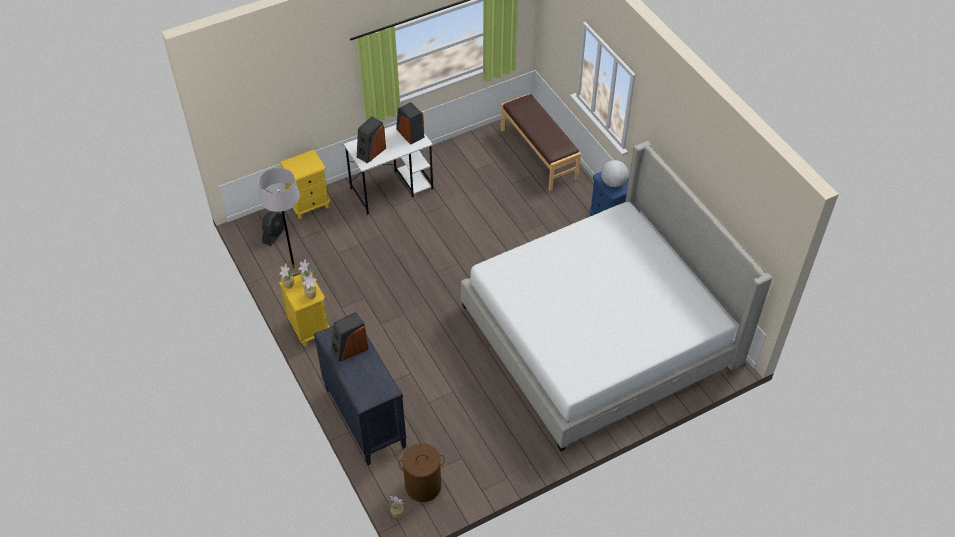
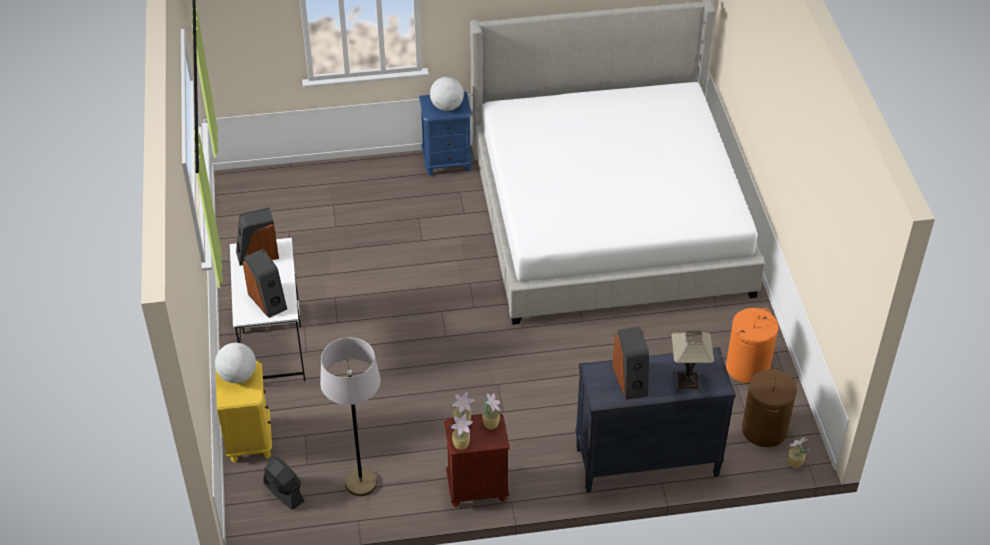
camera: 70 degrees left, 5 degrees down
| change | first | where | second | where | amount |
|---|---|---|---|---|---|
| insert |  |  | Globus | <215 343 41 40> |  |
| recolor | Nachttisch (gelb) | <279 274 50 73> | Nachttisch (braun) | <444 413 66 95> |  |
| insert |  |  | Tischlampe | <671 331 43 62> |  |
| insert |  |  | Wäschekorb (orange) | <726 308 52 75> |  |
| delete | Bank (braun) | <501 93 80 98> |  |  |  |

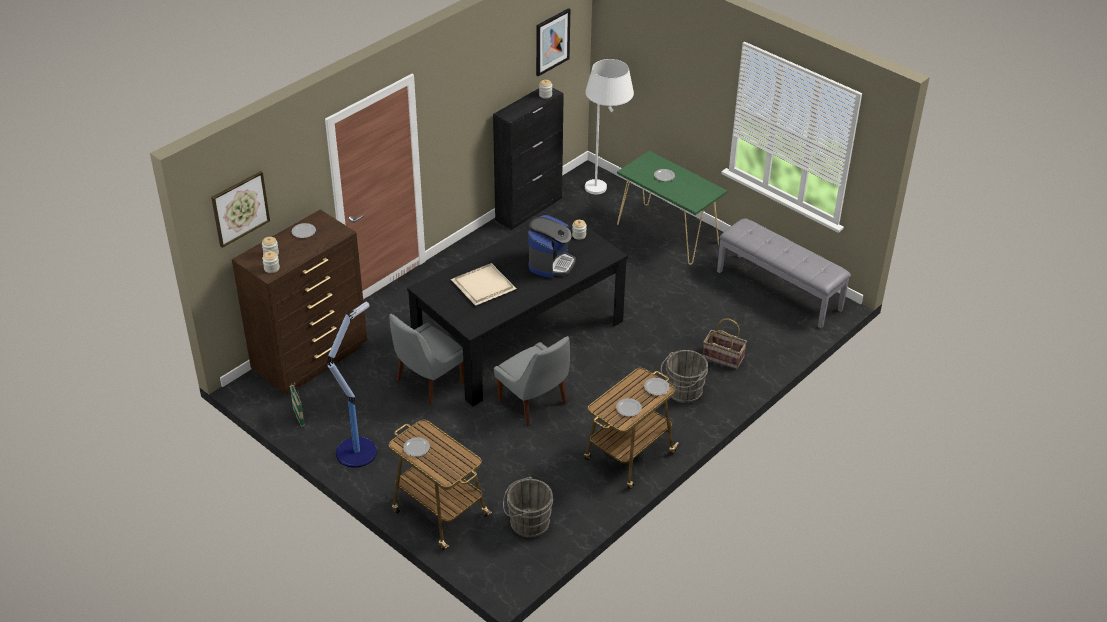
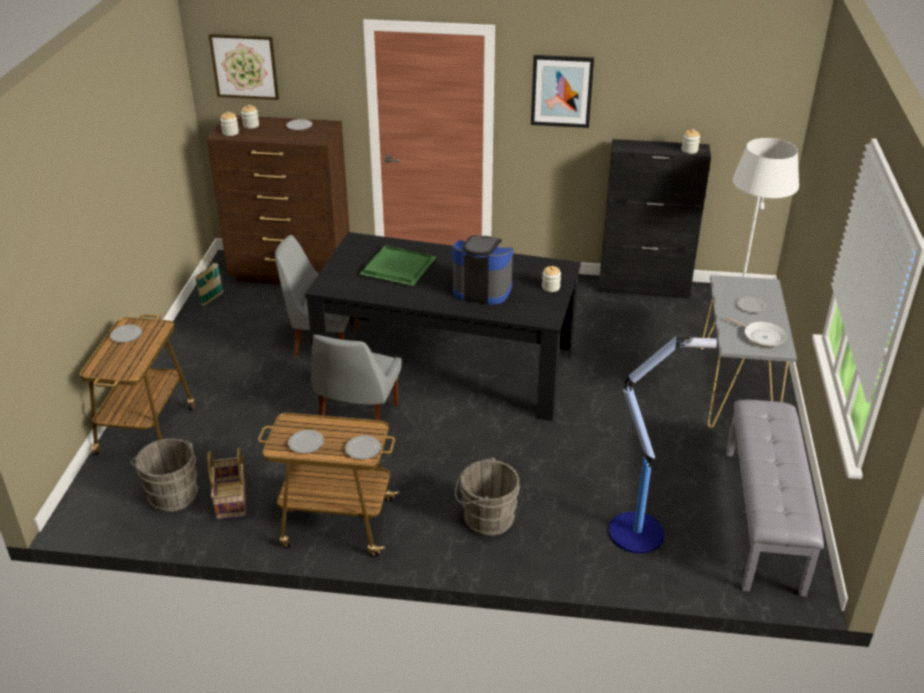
camera: 55 degrees right, 5 degrees down
| change | first | where | second | where | amount |
|---|---|---|---|---|---|
| move | Korb | <703 318 44 51> |  | <207 448 39 72> |  |
| recolor | Tablett (beige) | <451 263 66 43> | Tablett (grün) | <360 245 76 41> |  |
| rotate | Kaffeemaschine | <528 215 48 63> |  | <452 235 61 70> | 150 degrees counterclockwise |
| move | Bild | <536 8 34 68> |  | <531 55 63 73> |  |
| move | Stehlampe | <327 301 50 167> |  | <608 336 109 217> |  |
| recolor | Konsolentisch (grün) | <617 151 111 114> | Konsolentisch (grau) | <700 275 97 153> |  |
| insert |  |  | Pfanne | <726 317 61 30> |  |

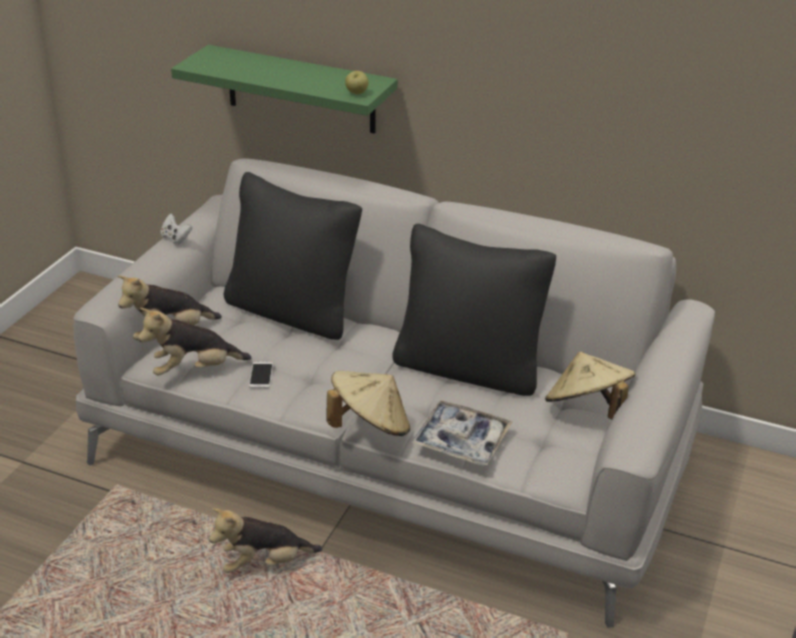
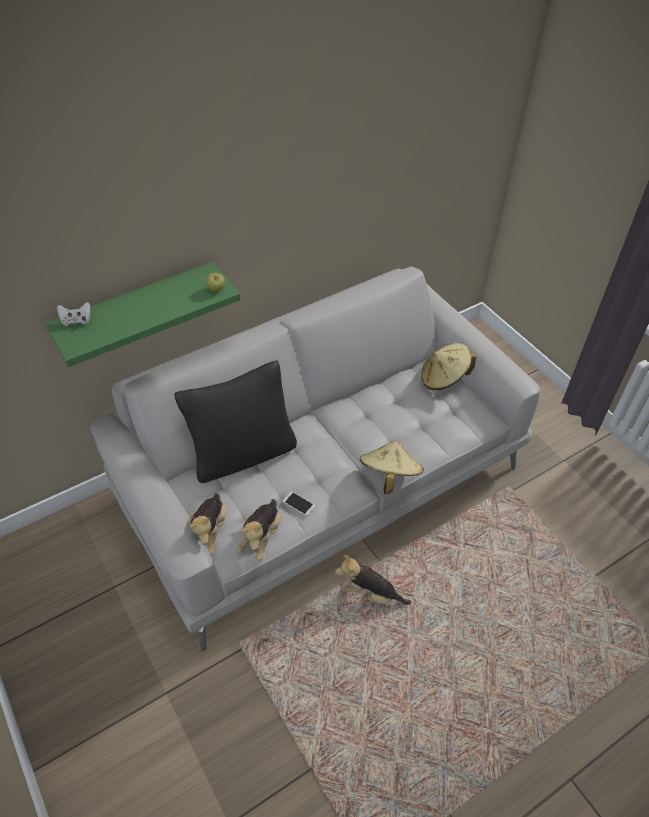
camera: 55 degrees left, 15 degrees up
| change | first | where | second | where | amount |
|---|---|---|---|---|---|
| move | Gamepad (weiß) | <160 214 32 31> |  | <57 302 33 24> |  |
| rotate | Plüschtier | <209 508 113 65> |  | <335 554 76 51> | 90 degrees clockwise |
| delete | Kissen (schwarz) | <392 224 164 172> |  |  |  |
| delete | Tablett | <411 401 102 65> |  |  |  |

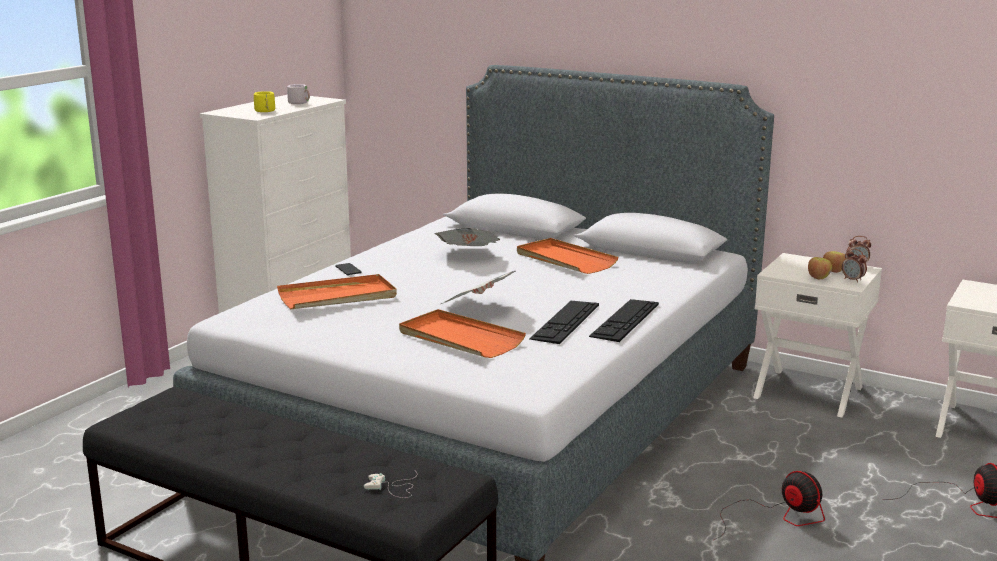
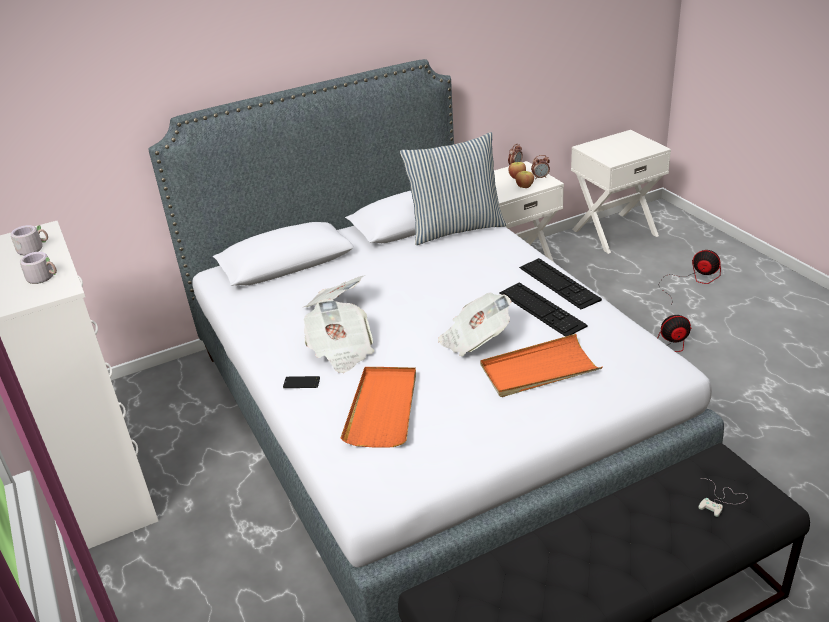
camera: 55 degrees left, 15 degrees up
| change | first | where | second | where | amount |
|---|---|---|---|---|---|
| recolor | Henkelbecher (gelb) | <254 91 22 21> | Henkelbecher (grau) | <20 252 37 32> |  |
| insert |  |  | Zeitung | <304 299 70 74> |  |
| insert |  |  | Kissen | <400 132 106 113> |  |
| delete | Tablett (orange) | <517 238 101 36> |  |  |  |

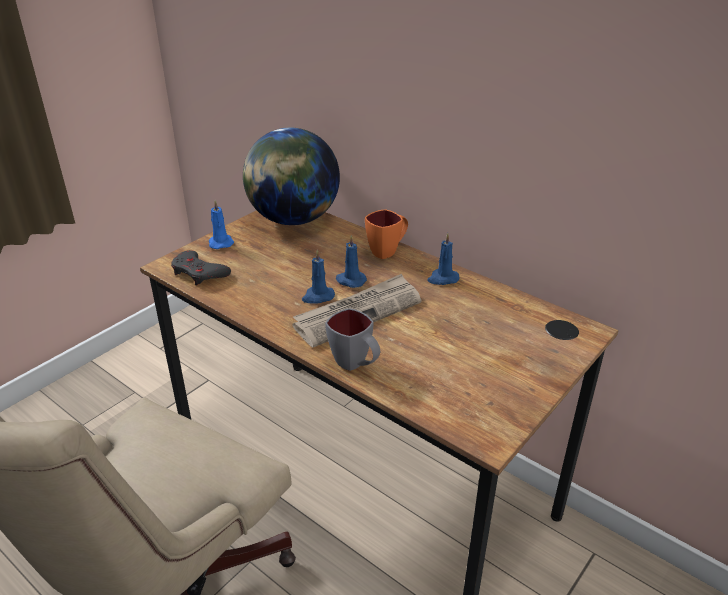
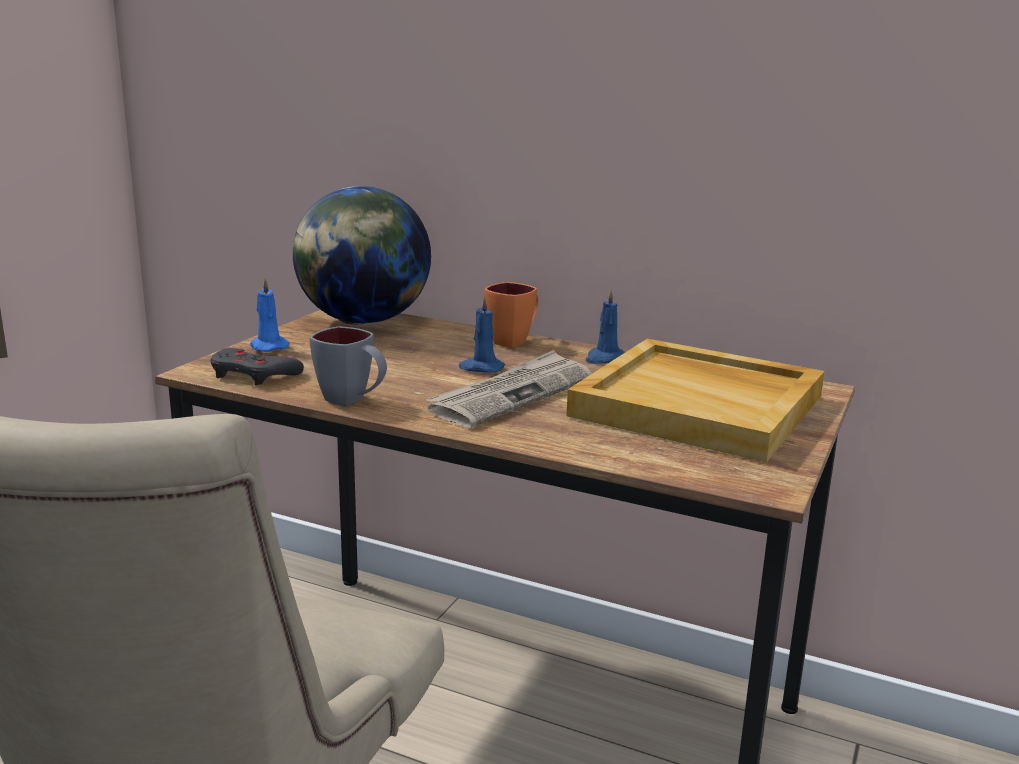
camera: 15 degrees left, 15 degrees down
| change | first | where | second | where | amount |
|---|---|---|---|---|---|
| move | Henkelbecher (grau) | <325 308 55 63> |  | <310 327 77 79> |  |
| insert |  |  | Tablett (beige) | <566 339 258 124> |  |
| delete | Kerze (blau) | <302 250 33 54> |  |  |  |

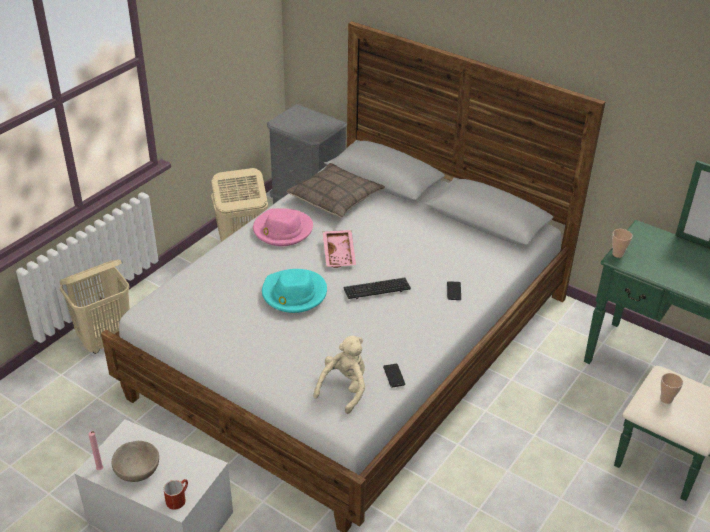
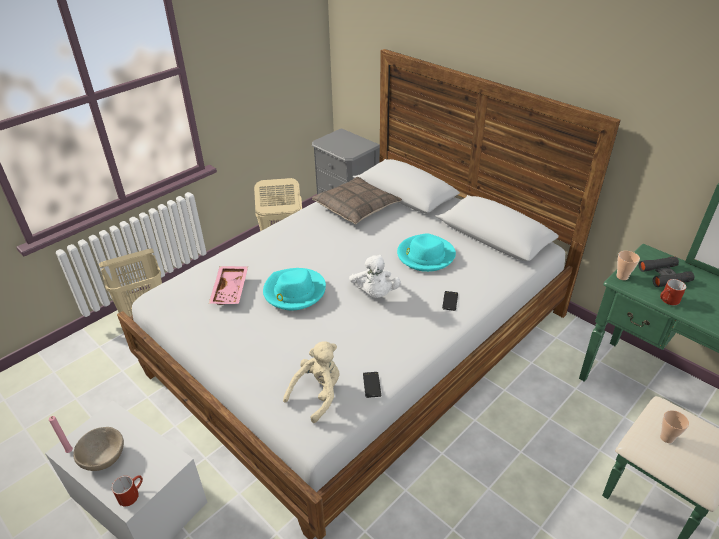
camera: 10 degrees right, 0 degrees up
| change | first | where | second | where | amount |
|---|---|---|---|---|---|
| move | Tablett (rosa) | <323 230 33 38> |  | <209 266 39 39> |  |
| replace | Tastatur | <343 278 68 21> | Plüschtier (weiß) | <349 255 52 43> |  |
| insert |  |  | Hut (türkis) | <397 233 59 39> |  |
| insert |  |  | Fernglas (schwarz) | <639 257 55 30> |  |
| insert |  |  | Henkelbecher (rot) | <660 279 26 26> |  |
| delete | Hut (rosa) | <253 208 60 38> |  |  |  |

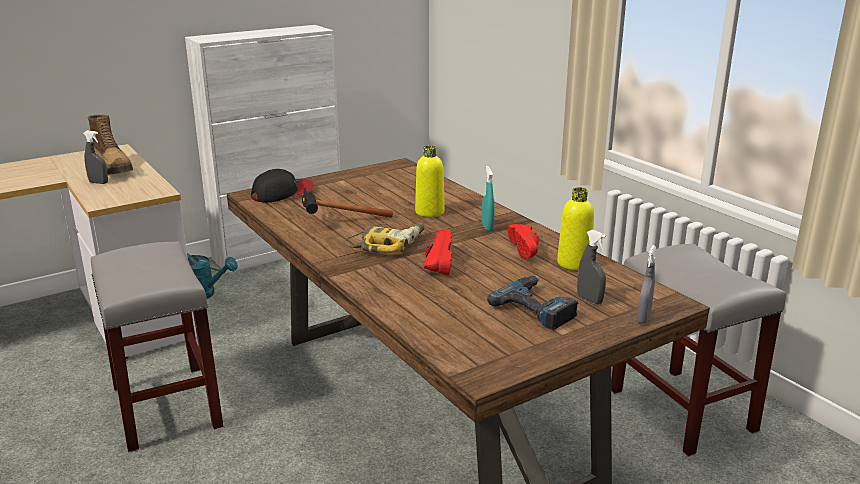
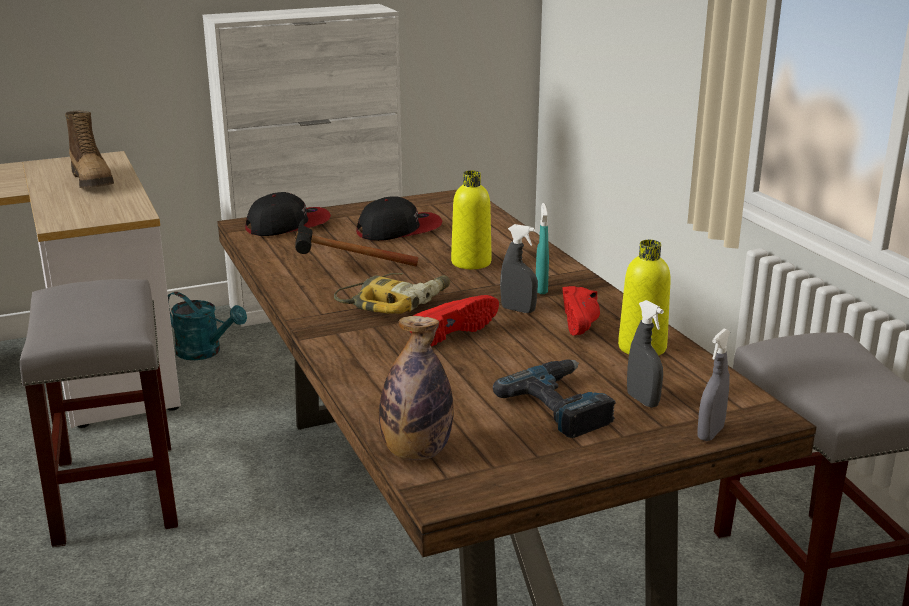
camera: 10 degrees right, 0 degrees up
| change | first | where | second | where | amount |
|---|---|---|---|---|---|
| insert |  |  | Kappe | <356 196 86 45> |  |
| insert |  |  | Flasche | <379 316 75 144> |  |
| rotate | Schuh (rot) | <424 229 28 46> |  | <410 295 89 52> | 45 degrees clockwise |
| move | Sprühflasche (grau) | <83 131 25 53> |  | <500 224 38 89> |  |

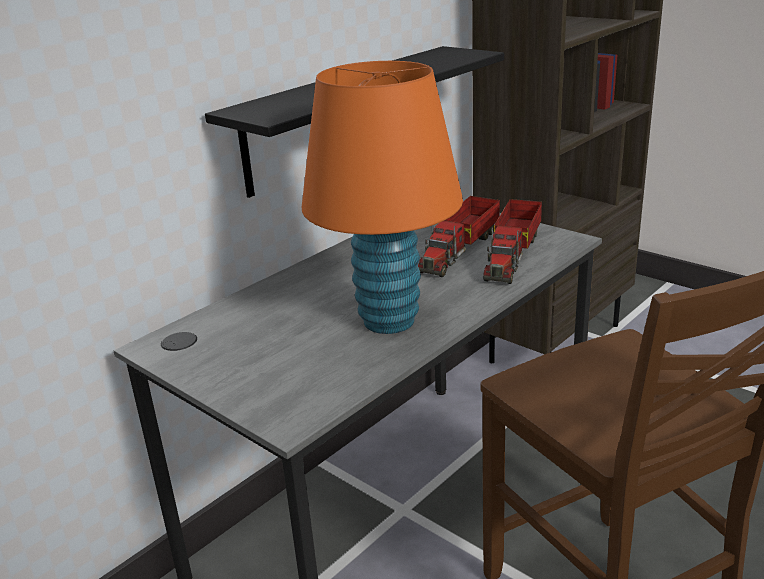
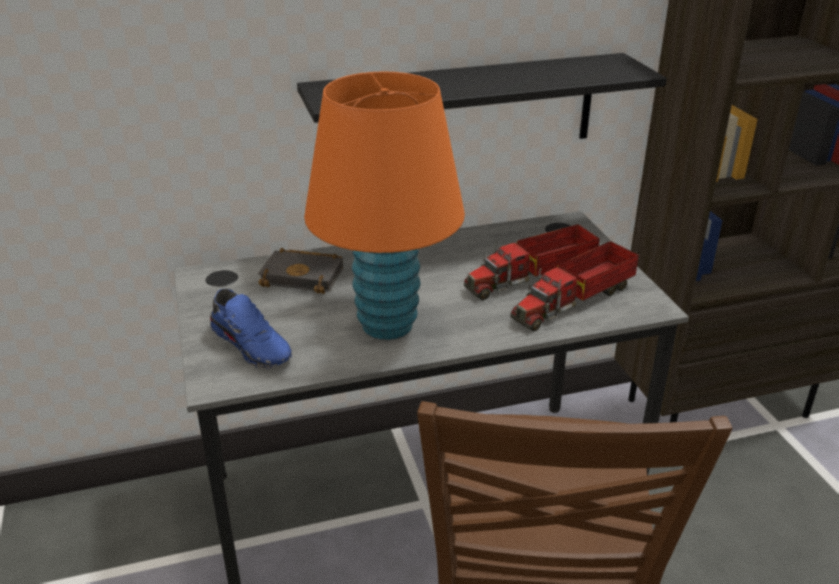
camera: 30 degrees right, 5 degrees up
| change | first | where | second | where | amount |
|---|---|---|---|---|---|
| insert |  |  | Schuh (blau) | <210 289 82 80> |  |
| insert |  |  | Buch (schwarz) | <258 248 85 46> |  |

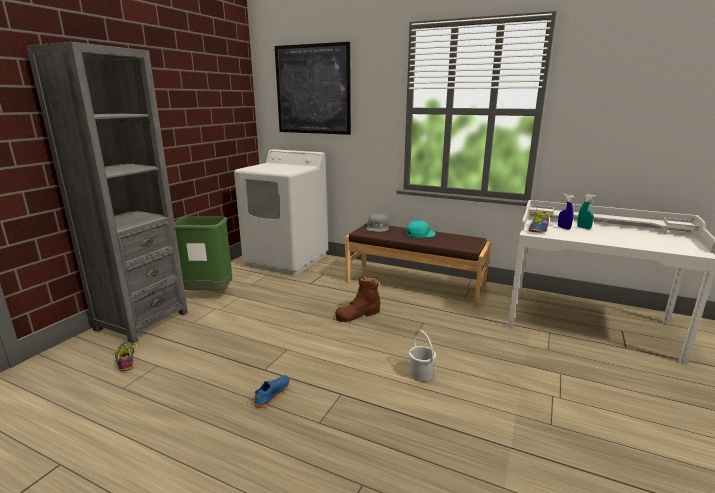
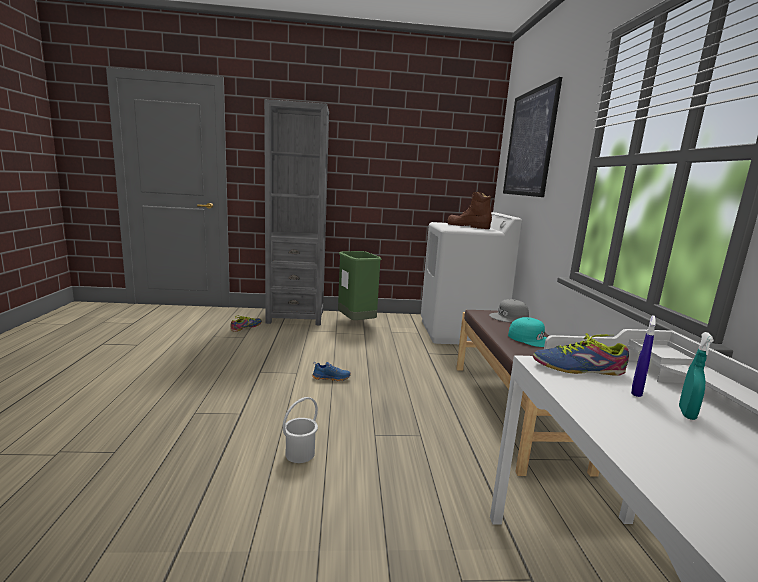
camera: 60 degrees right, 5 degrees down
| change | first | where | second | where | amount |
|---|---|---|---|---|---|
| move | Schuh (blau) | <254 375 35 33> |  | <312 362 39 19> |  |
| move | Stiefel (braun) | <335 276 45 46> |  | <448 192 45 37> |  |

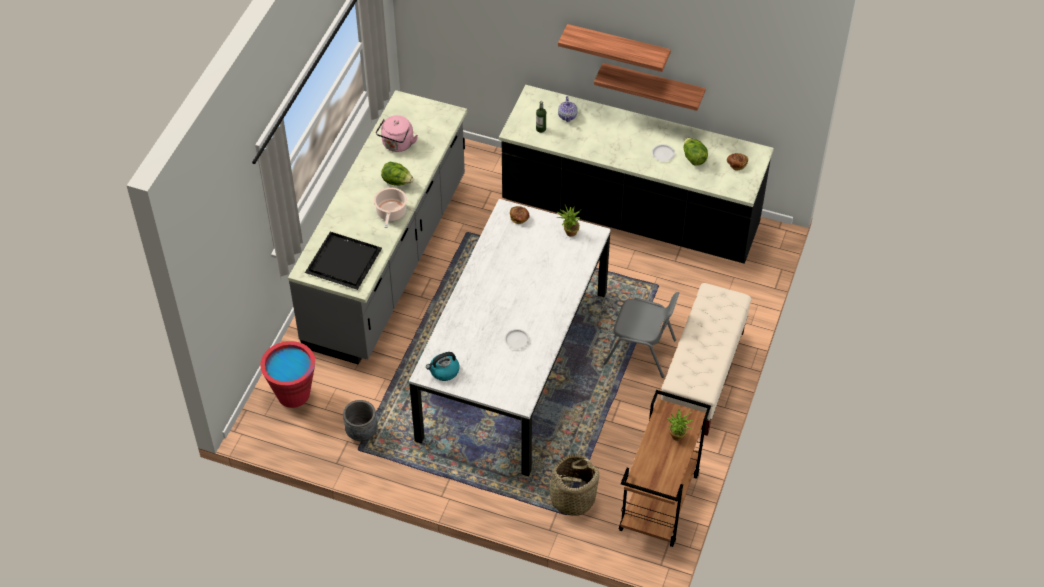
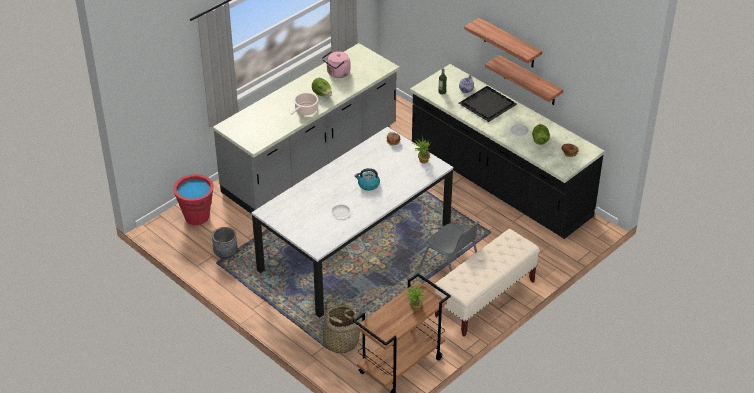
camera: 25 degrees right, 10 degrees down
| change | first | where | second | where | amount |
|---|---|---|---|---|---|
| move | Wasserkessel | <426 352 33 29> |  | <355 168 25 23> |  |
| move | Tablett (schwarz) | <305 232 77 58> |  | <459 86 58 36> |  |

